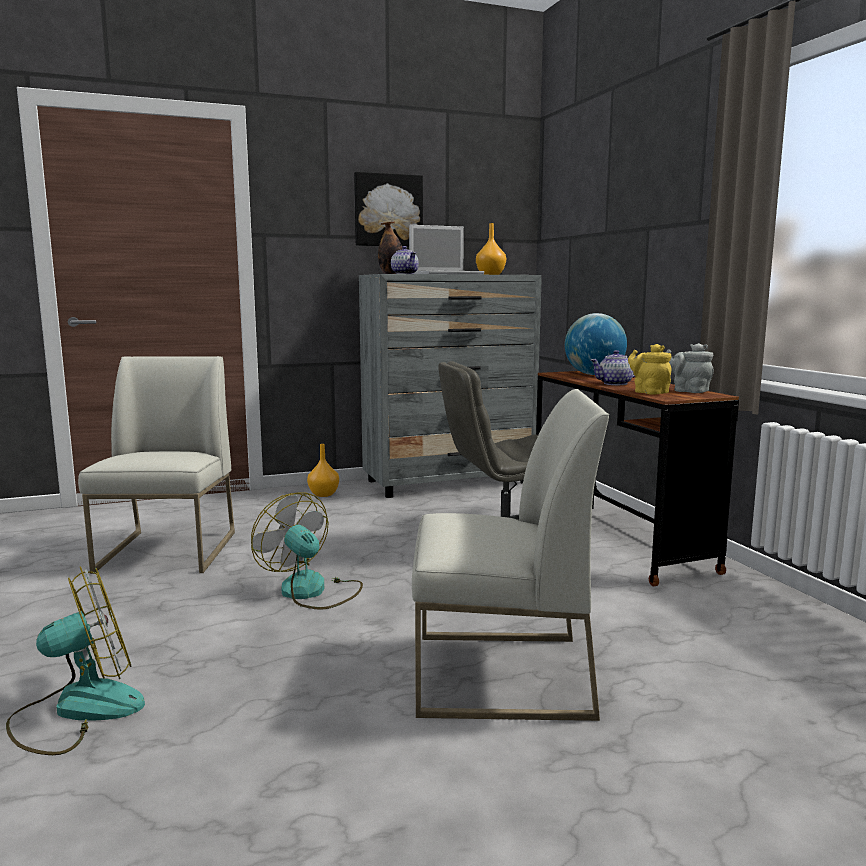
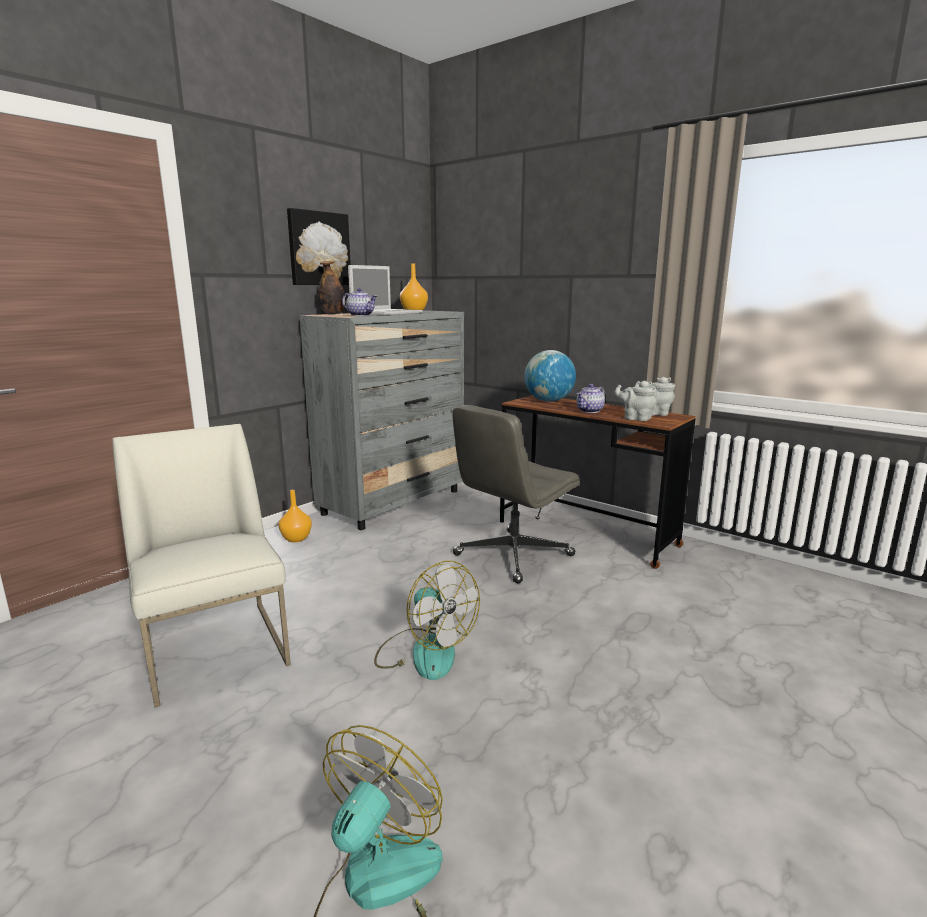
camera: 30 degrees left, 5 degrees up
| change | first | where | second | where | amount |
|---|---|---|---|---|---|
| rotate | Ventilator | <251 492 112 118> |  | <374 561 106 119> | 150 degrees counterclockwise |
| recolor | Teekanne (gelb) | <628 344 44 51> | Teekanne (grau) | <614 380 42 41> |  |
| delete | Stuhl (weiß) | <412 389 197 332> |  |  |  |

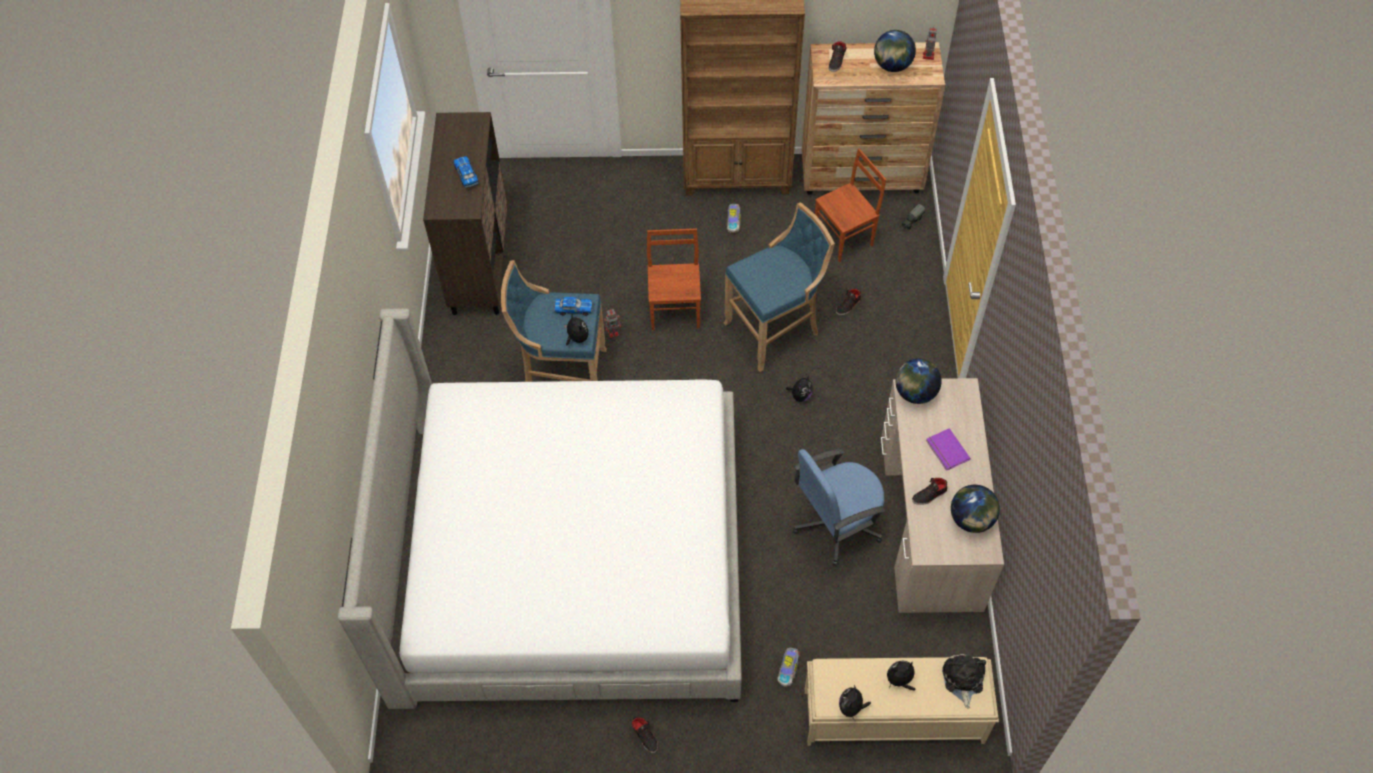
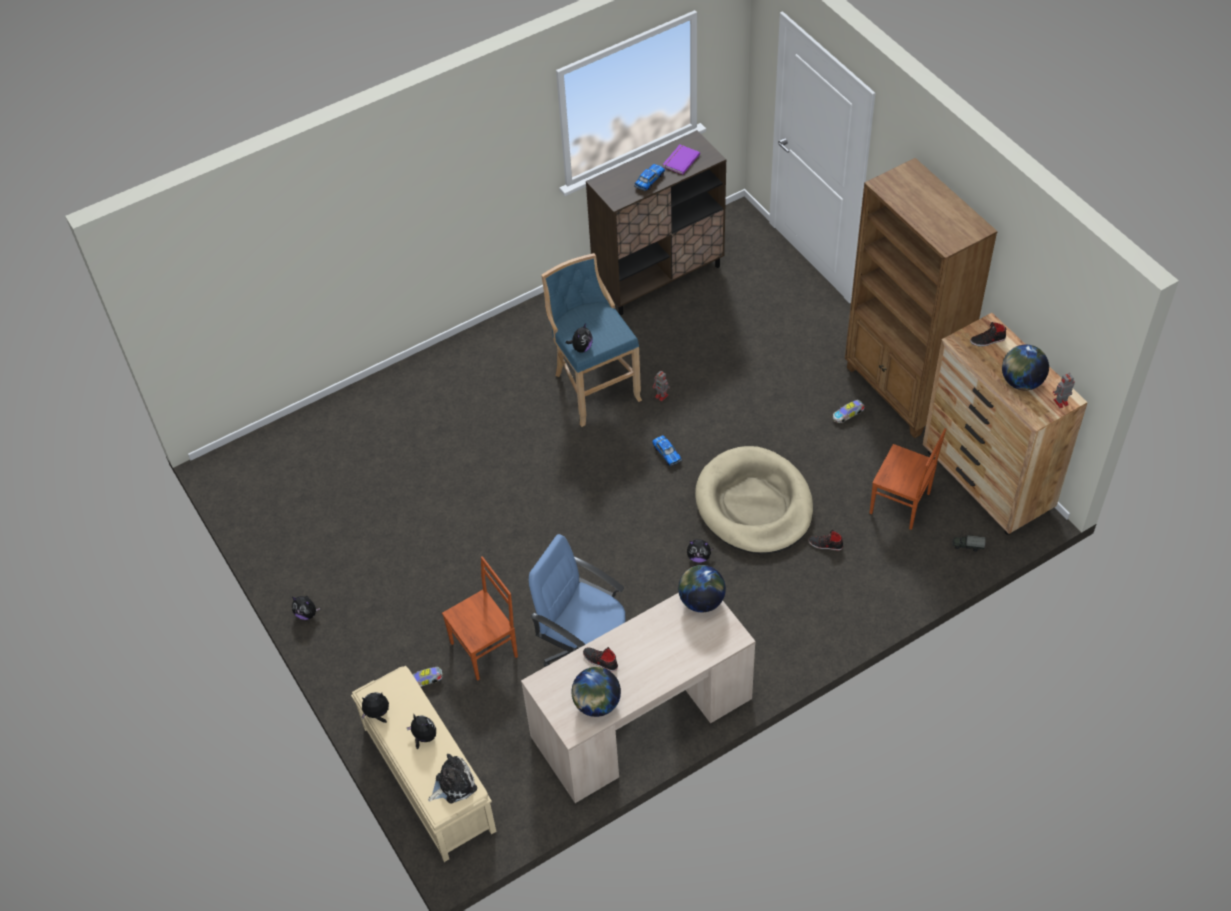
camera: 60 degrees right, 5 degrees down
| change | first | where | second | where | amount |
|---|---|---|---|---|---|
| replace | Schuh (schwarz) | <632 717 26 36> | Plüschtier | <292 596 28 24> |  |
| move | Stuhl (braun) | <647 228 54 102> |  | <442 556 76 125> |  |
| move | Spielzeugauto | <553 297 40 19> |  | <652 435 30 31> |  |
| move | Buch (lila) | <926 428 45 43> |  | <663 145 37 30> |  |
| replace | Hocker (blau) | <724 202 111 170> | Hundebett (beige) | <695 446 118 108> |  |
| delete | Bett | <338 308 404 401> |  |  |  |

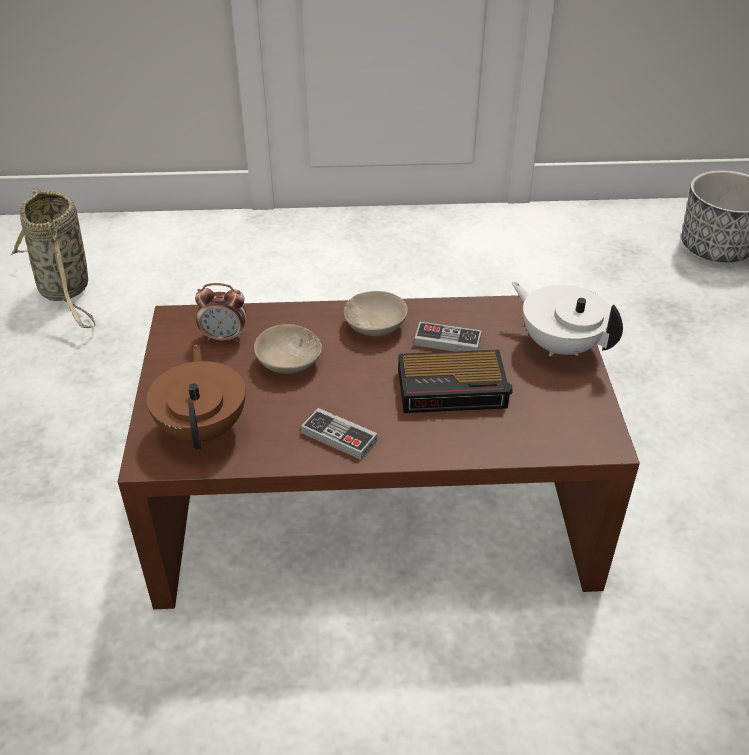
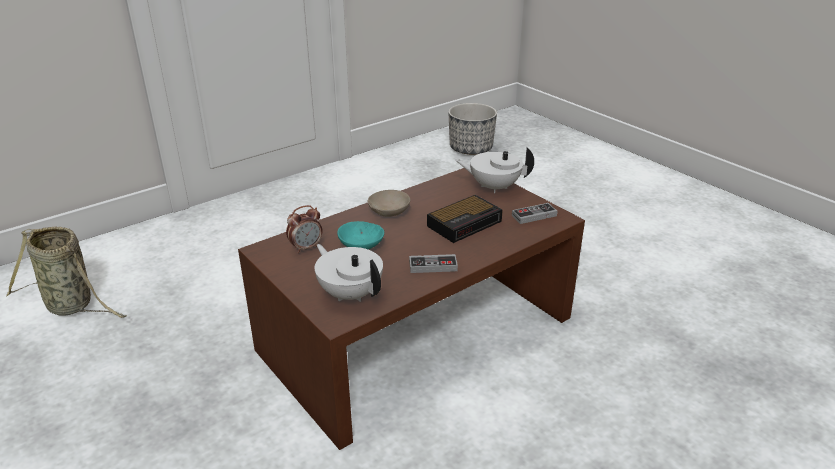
camera: 35 degrees left, 10 degrees down
| change | first | where | second | where | amount |
|---|---|---|---|---|---|
| recolor | Teekanne (braun) | <147 345 99 105> | Teekanne (weiß) | <315 244 68 58> |  |
| recolor | Schüssel (beige) | <254 324 68 50> | Schüssel (türkis) | <337 221 47 28> |  |
| move | Gamepad | <414 322 68 30> |  | <512 203 45 21> |  |

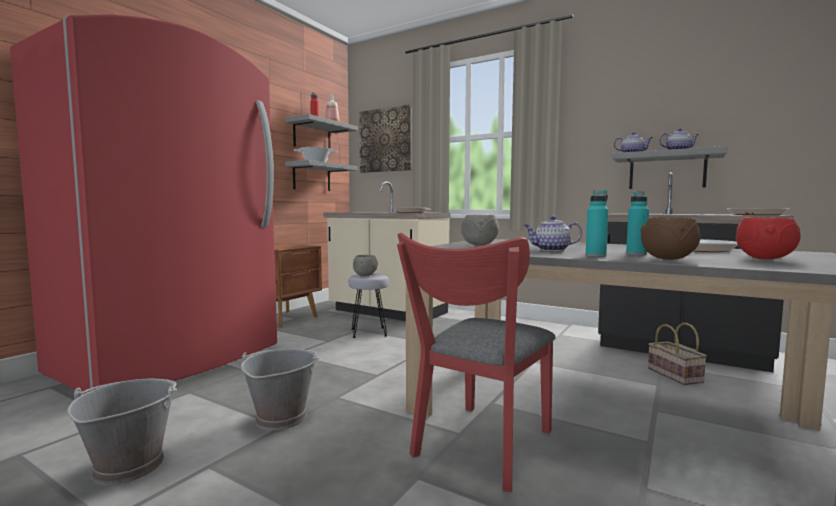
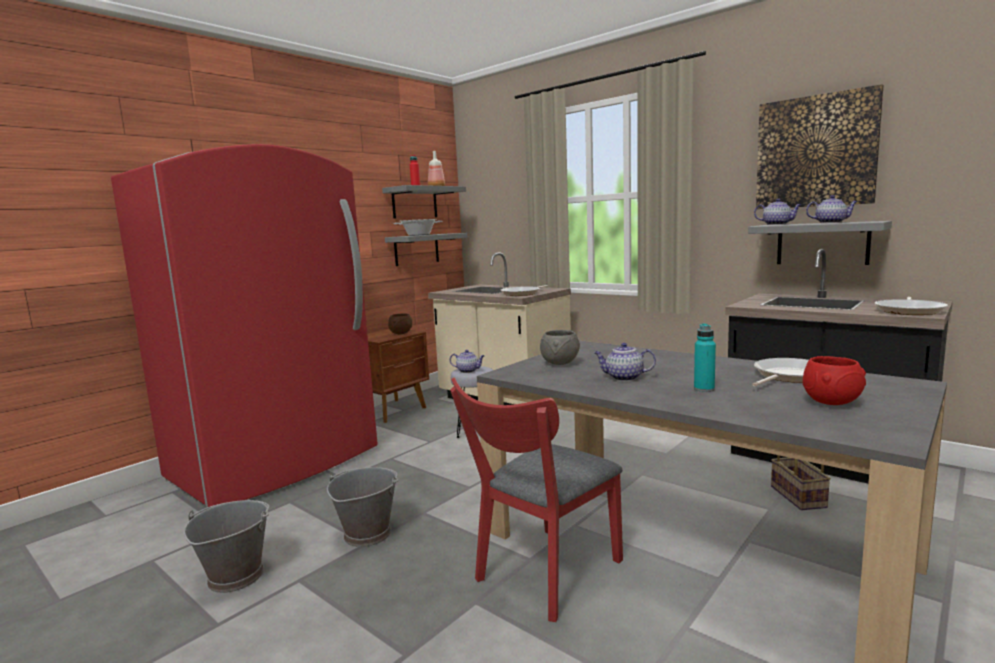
camera: 10 degrees right, 5 degrees up
| change | first | where | second | where | amount |
|---|---|---|---|---|---|
| move | Schüssel (braun) | <641 217 60 43> |  | <388 313 24 21> |  |
| replace | Schüssel (grau) | <353 255 25 21> | Teekanne | <450 350 35 23> |  |
| move | Bild | <359 105 53 68> |  | <756 84 128 125> |  |
| delete | Flasche (türkis) | <586 190 22 67> |  |  |  |

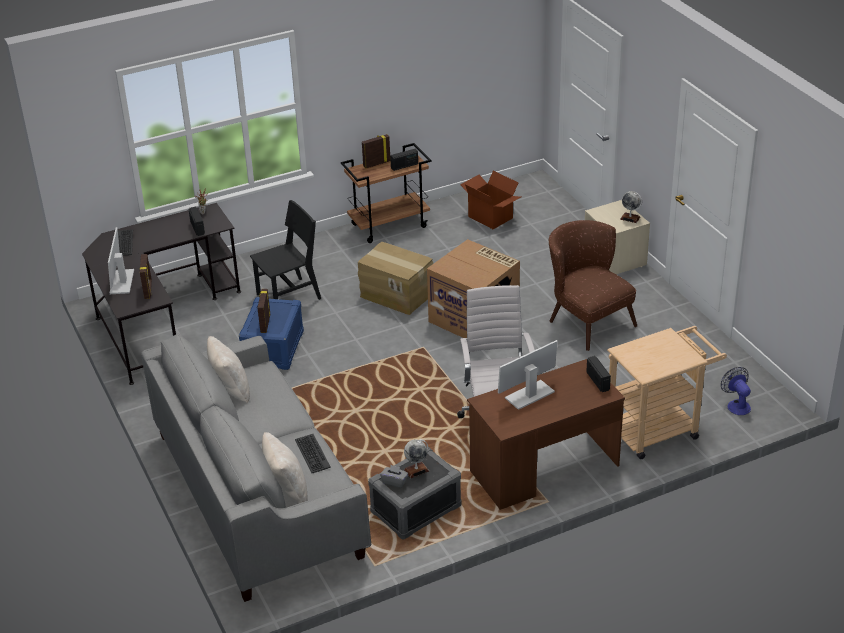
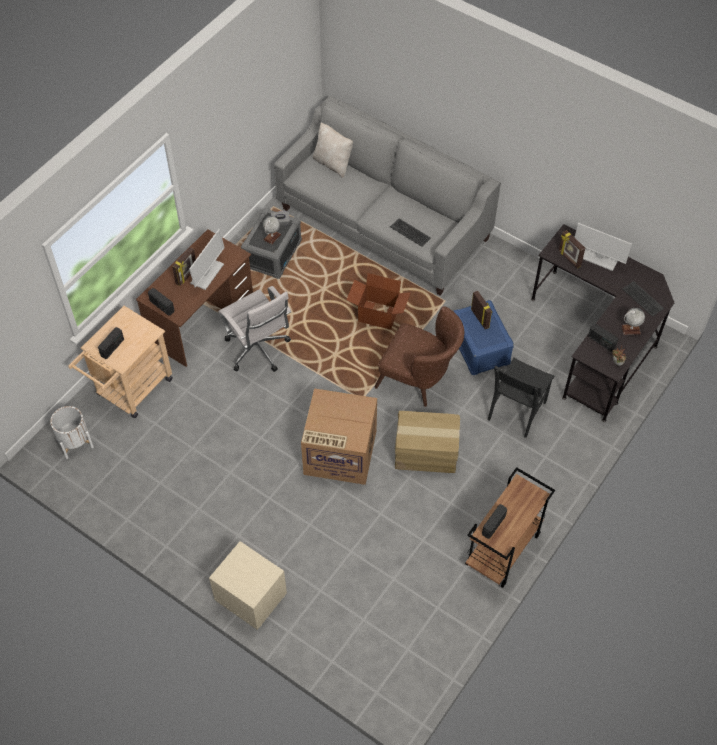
camera: 150 degrees right, 20 degrees up
| change | first | where | second | where | amount |
|---|---|---|---|---|---|
| replace | Ventilator | <721 367 30 48> | Pflanzkübel (weiß) | <50 406 44 53> |  |
| insert |  |  | Radio | <98 327 26 32> |  |
| move | Bilderrahmen | <362 134 29 35> |  | <172 247 24 39> |  |
| move | Karton | <460 171 61 58> |  | <347 273 64 57> |  |
| move | Sessel (braun) | <549 220 88 131> |  | <375 306 89 101> |  |
| move | Tastatur | <295 434 36 39> |  | <390 218 41 29> |  |
| rotate | Monitor | <108 227 26 67> |  | <574 223 58 48> | 150 degrees clockwise |
| move | Globus | <620 191 22 32> |  | <622 308 23 27> |  |
| delete | Kissen (beige) | <207 336 43 67> |  |  |  |

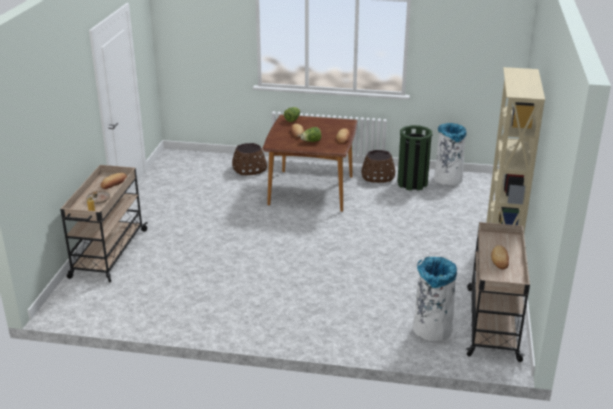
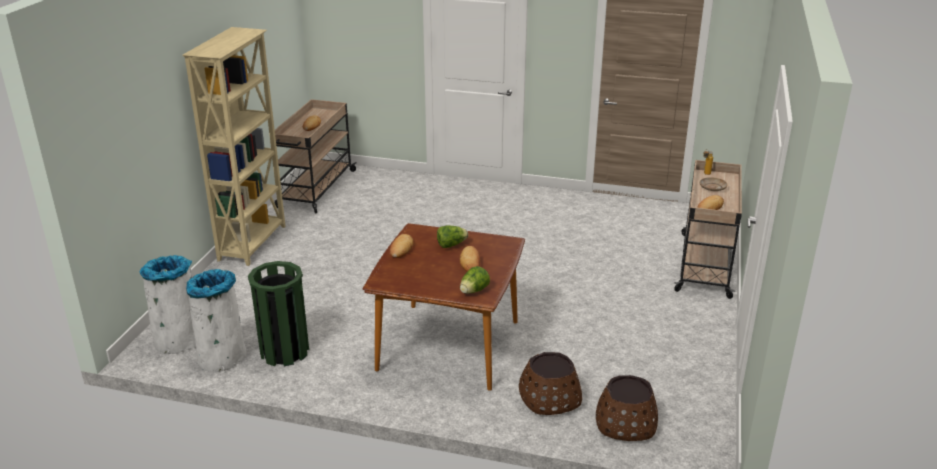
camera: 175 degrees left, 0 degrees up
| change | first | where | second | where | amount |
|---|---|---|---|---|---|
| move | Mülleimer (weiß) | <412 257 45 84> |  | <140 255 56 99> |  |
| move | Pflanzkübel (braun) | <362 150 33 33> |  | <596 375 62 66> |  |

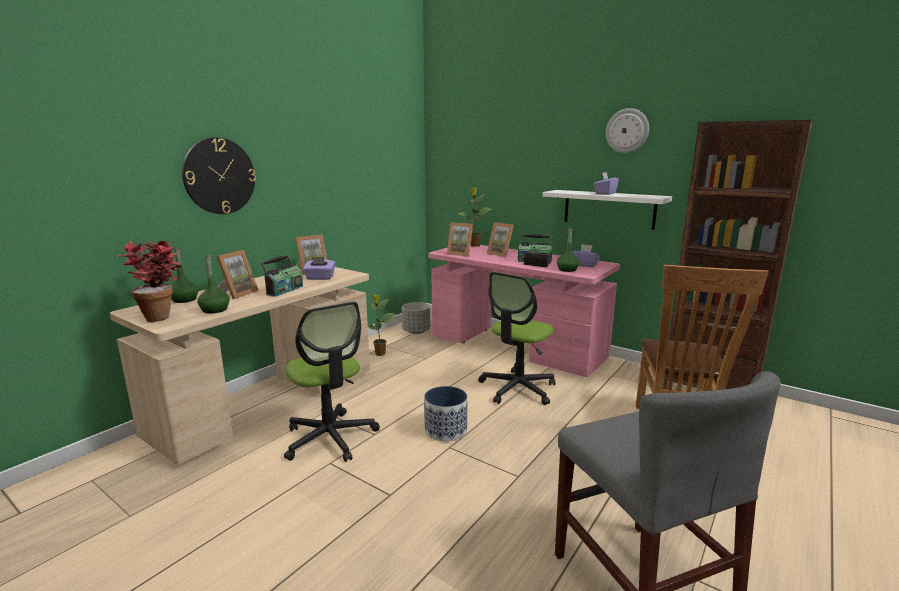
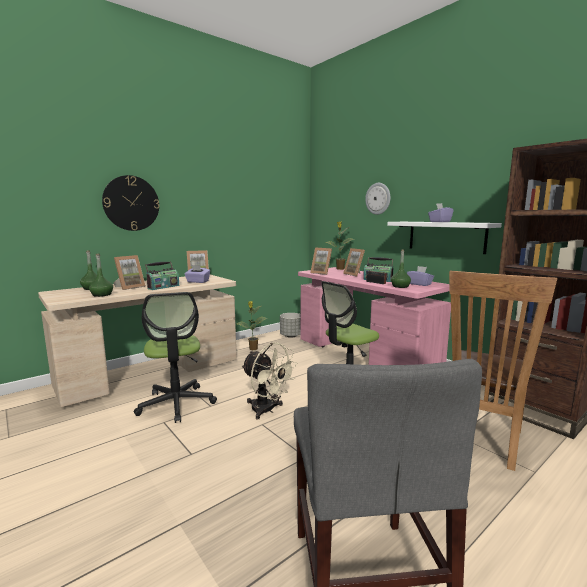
camera: 15 degrees right, 5 degrees down
| change | first | where | second | where | amount |
|---|---|---|---|---|---|
| replace | Pflanzkübel | <424 386 43 56> | Ventilator (beige) | <242 343 56 77> |  |
| move | Wanduhr | <606 108 43 45> |  | <365 183 25 32> |  |
| delete | Topfpflanze | <117 241 65 81> |  |  |  |

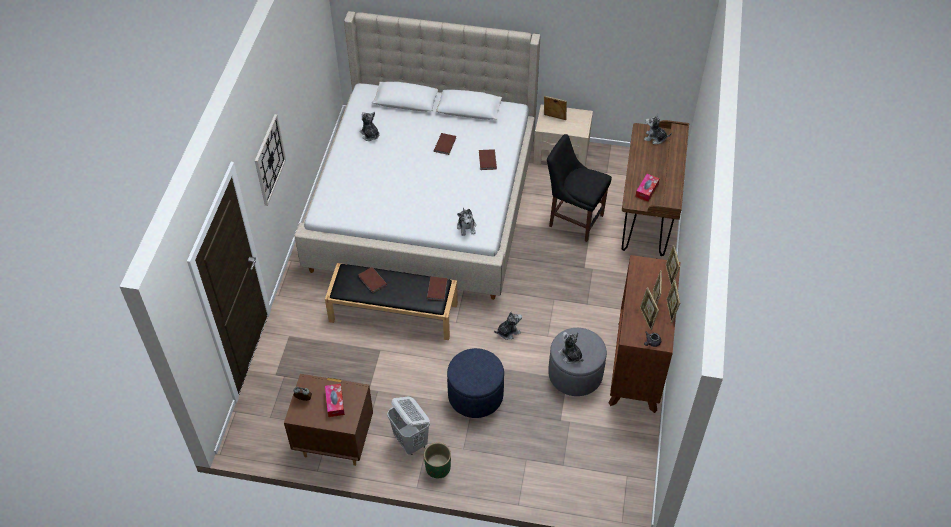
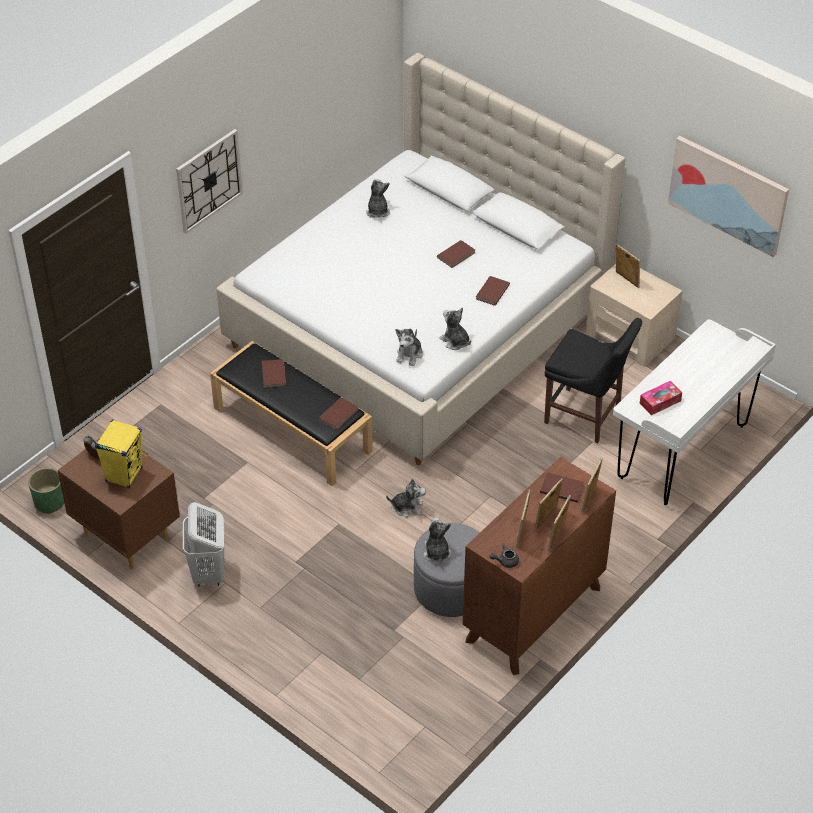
camera: 30 degrees right, 5 degrees down
| change | first | where | second | where | amount |
|---|---|---|---|---|---|
| move | Pflanzkübel (grün) | <424 442 27 36> |  | <28 467 36 47> |  |
| replace | Taschentuchbox | <325 384 20 33> | Lautsprecher (gelb) | <95 419 48 69> |  |
| move | Plüschtier | <644 113 28 31> |  | <439 308 32 42> |  |
| insert |  |  | Buch (braun) | <540 472 44 31> |  |
| rotate | Stuhl (schwarz) | <547 134 65 108> |  | <544 318 98 125> | 150 degrees clockwise |
| recolor | Schreibtisch (braun) | <622 120 67 136> | Schreibtisch (weiß) | <613 319 163 186> |  |
| insert |  |  | Bild | <668 136 121 121> |  |
| delete | Polsterhocker (blau) | <447 348 57 70> |  |  |  |

